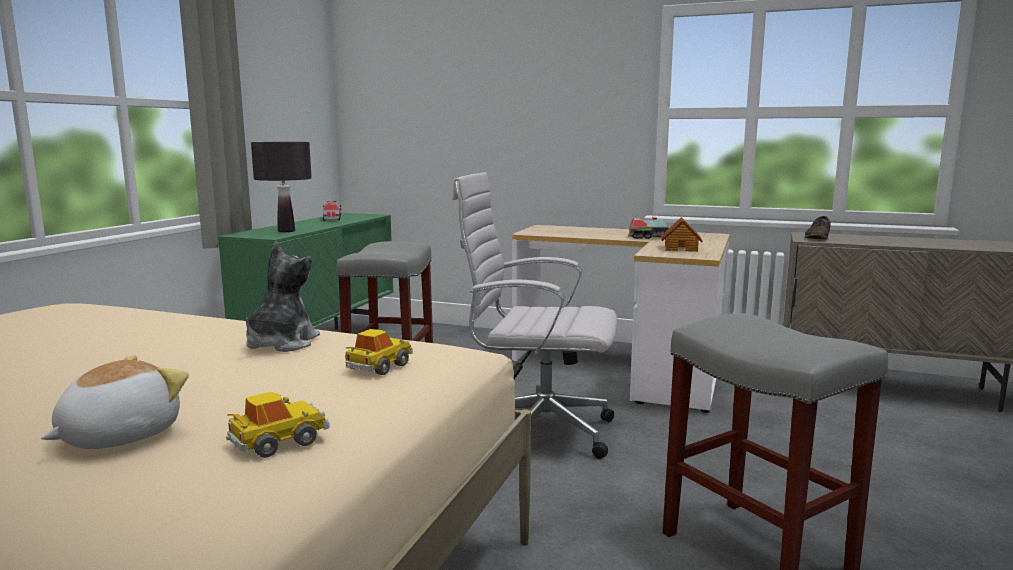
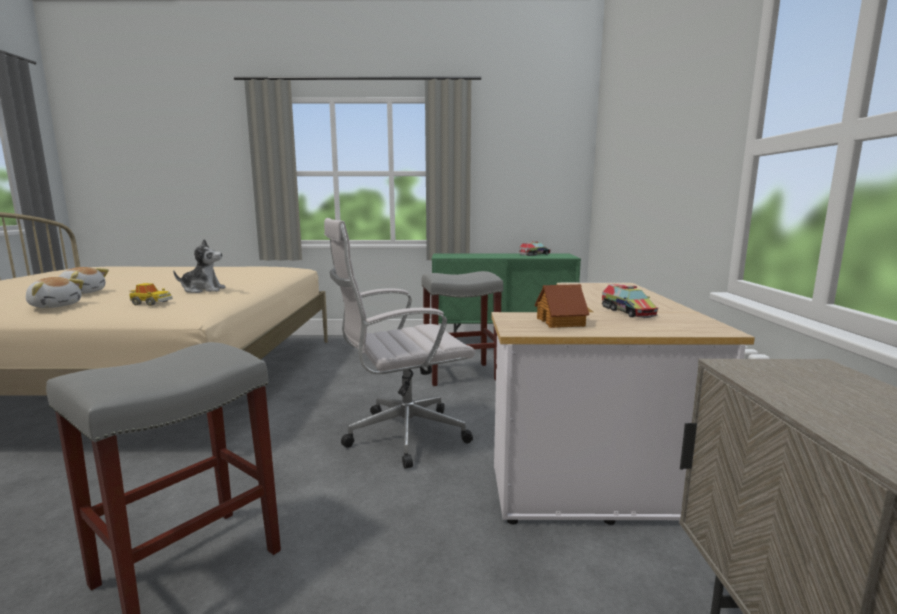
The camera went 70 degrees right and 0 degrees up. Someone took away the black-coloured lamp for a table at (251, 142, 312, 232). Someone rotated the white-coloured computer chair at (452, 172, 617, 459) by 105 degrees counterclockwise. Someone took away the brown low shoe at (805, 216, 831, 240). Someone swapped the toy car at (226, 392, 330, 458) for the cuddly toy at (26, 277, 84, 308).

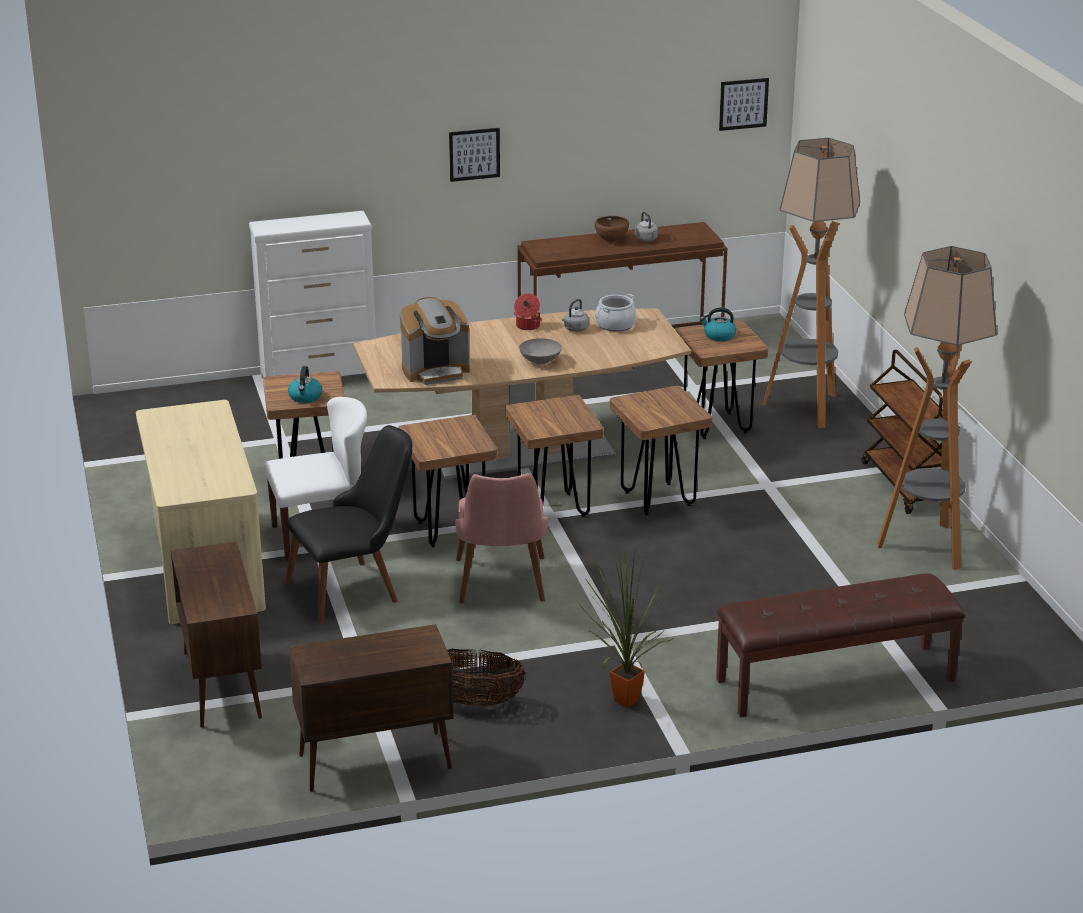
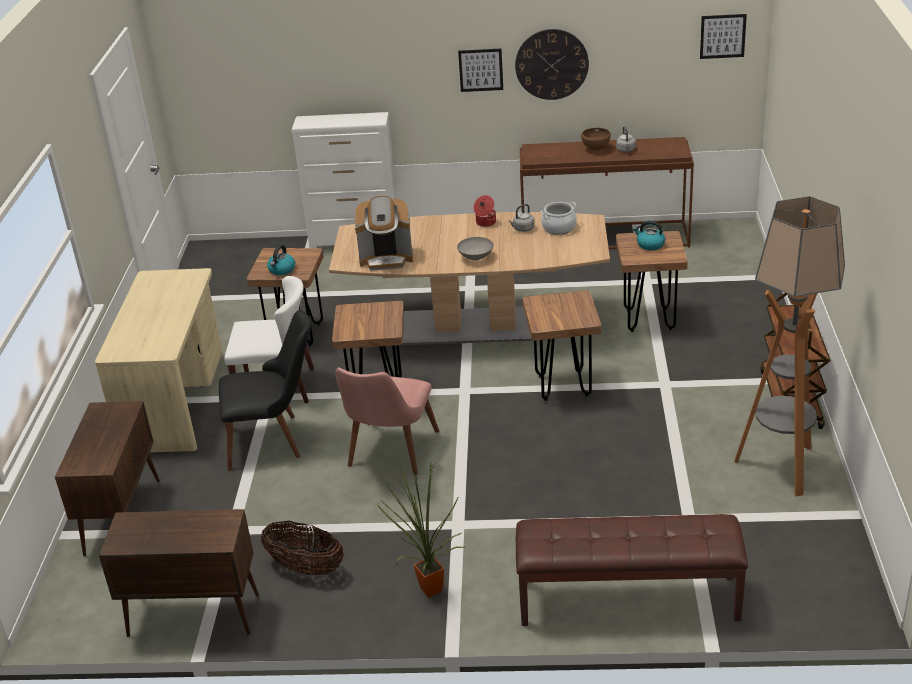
The camera went 20 degrees right and 5 degrees up. Someone took away the standard lamp at (762, 138, 860, 428). Someone took away the brown sitting stool at (505, 395, 603, 517). Someone put up the clock on the wall at (515, 29, 589, 100).

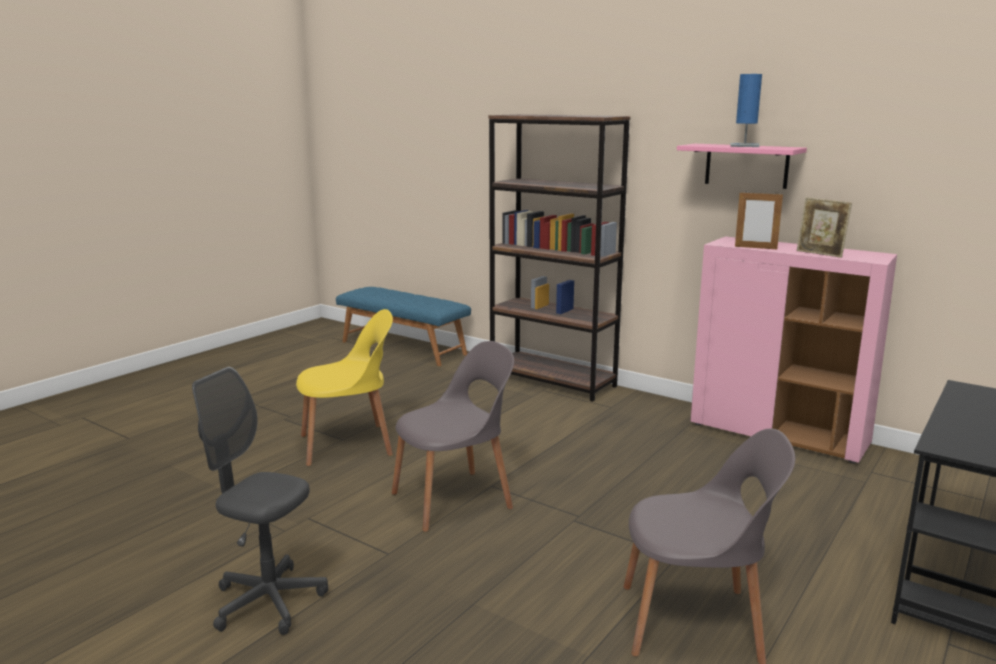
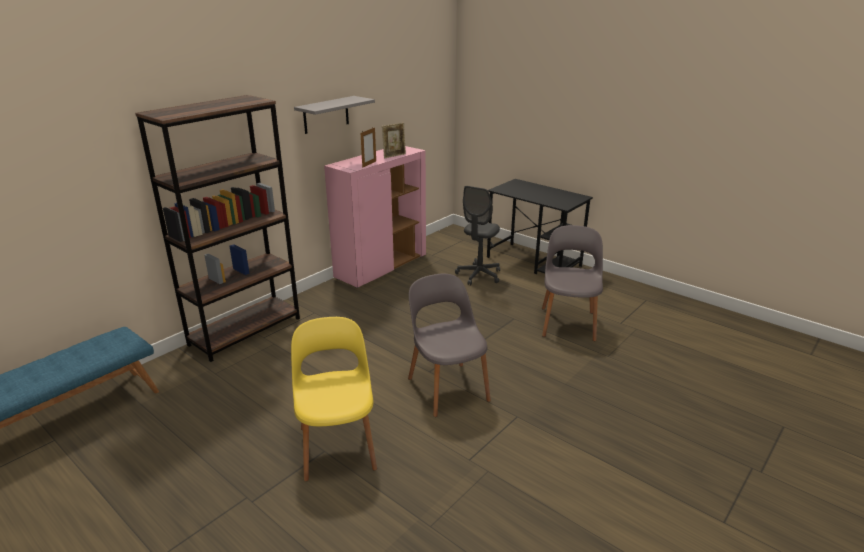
The camera went 85 degrees left and 10 degrees up. Someone took away the bluish lamp for a table at (730, 74, 762, 147). Someone repainted the pink-coloured shelf at (677, 144, 807, 189), which became the grey shelf at (294, 96, 375, 134). Someone carried the grey computer chair from (192, 367, 328, 635) to (455, 186, 500, 285).

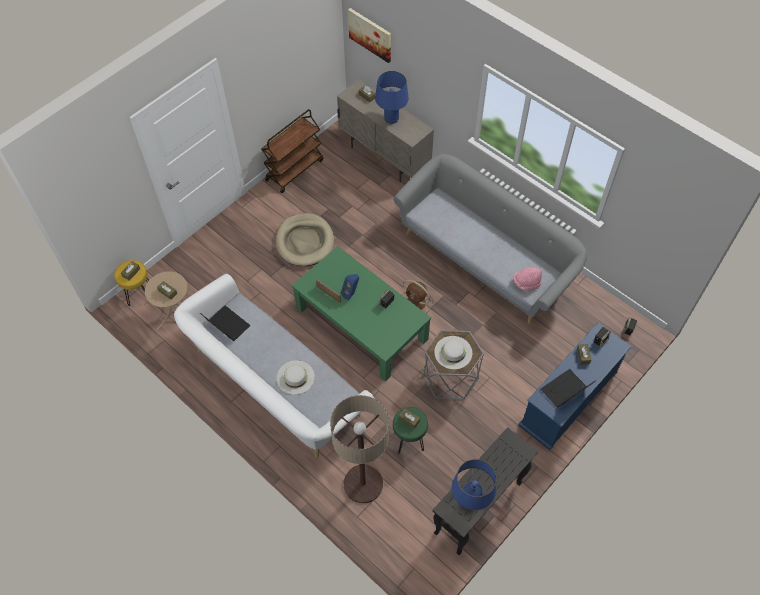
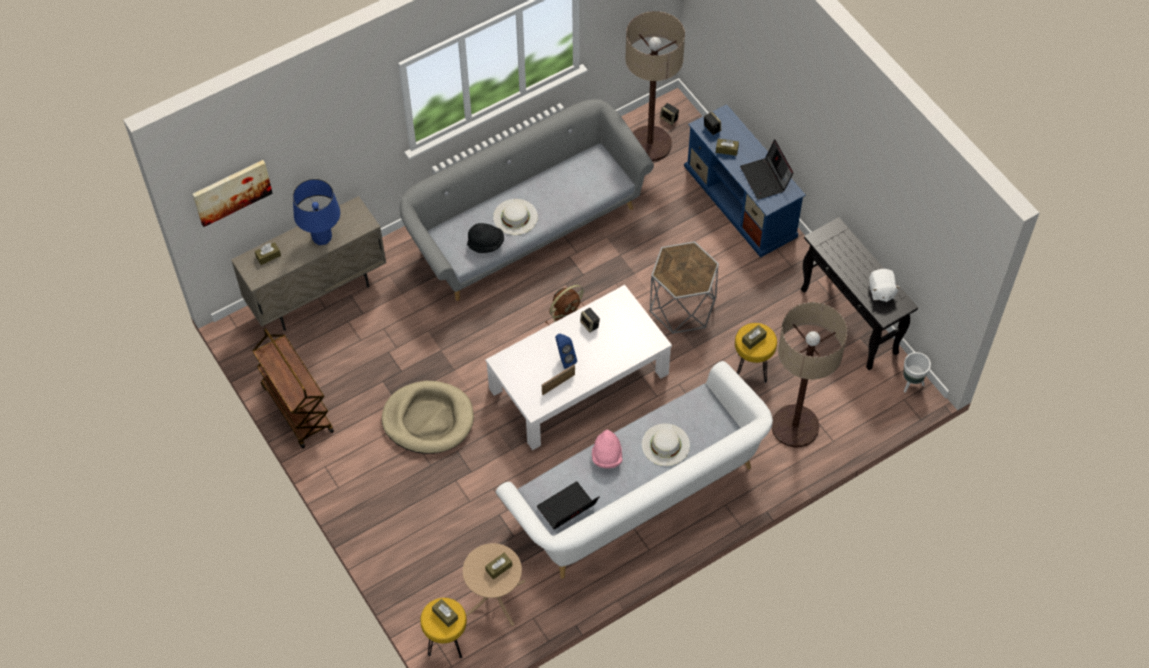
The camera went 75 degrees left and 0 degrees up. Someone repainted the greenish coffee table at (292, 246, 431, 382), which became the white-coloured coffee table at (486, 285, 672, 450). Someone carried the pink-coloured clothing hat from (513, 267, 542, 291) to (592, 430, 623, 469). Someone carried the white-coloured clothing hat from (434, 336, 472, 369) to (493, 199, 538, 235). Someone repainted the greenish sitting stool at (393, 407, 428, 454), which became the yellow sitting stool at (735, 323, 777, 383). Someone swapped the bluish lamp for a table at (452, 459, 496, 510) for the white-coloured cuddly toy at (869, 269, 900, 302). Someone put down the standard lamp at (625, 11, 685, 161). Someone put down the black-coloured clothing hat at (467, 223, 504, 253). Someone put down the white-coloured plant pot at (903, 352, 931, 392).

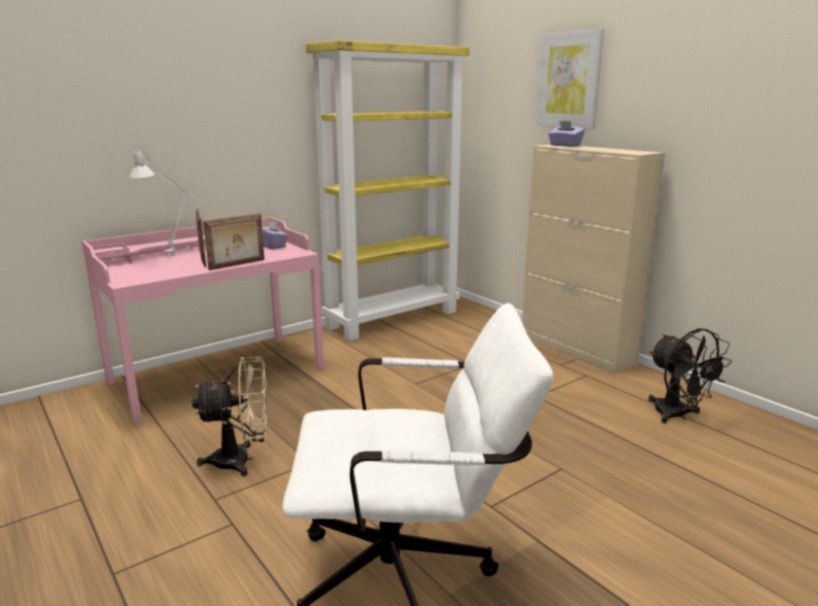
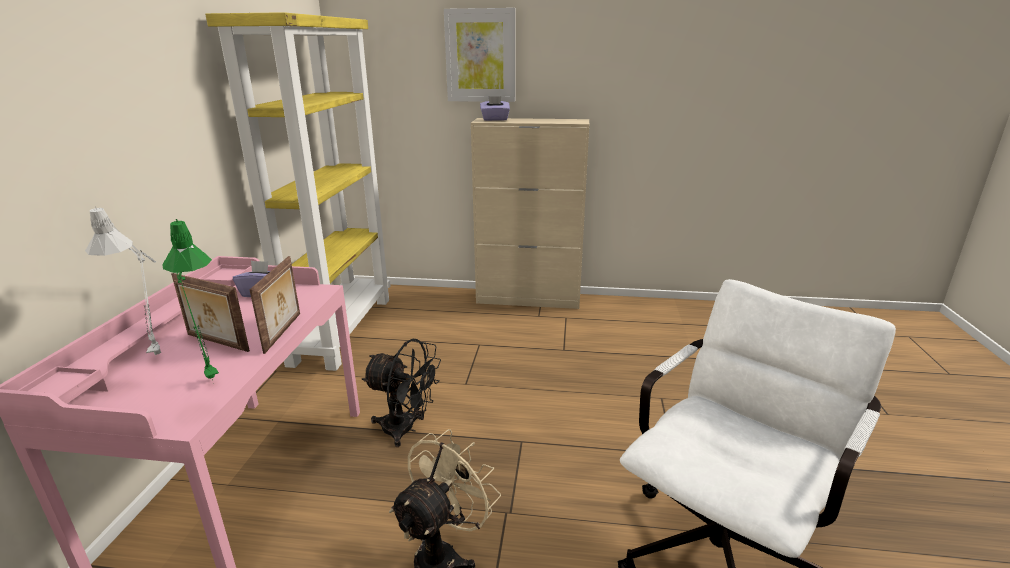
The camera went 45 degrees left and 5 degrees up. Someone carried the black-coloured electric fan from (648, 328, 732, 423) to (362, 339, 441, 447). Someone put down the greenish lamp for a table at (162, 219, 219, 380).

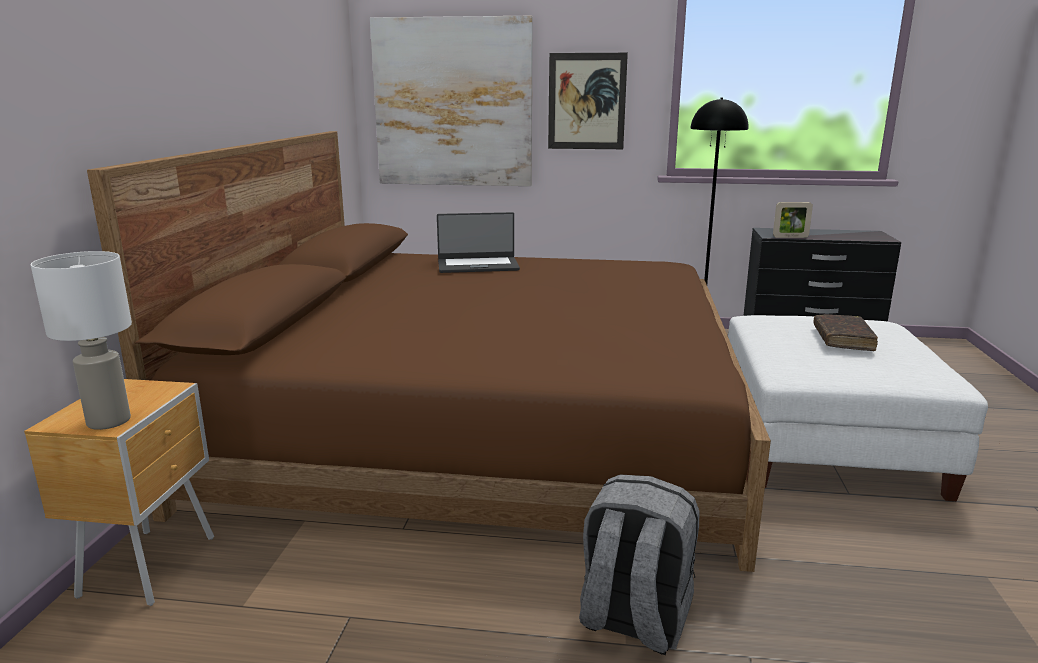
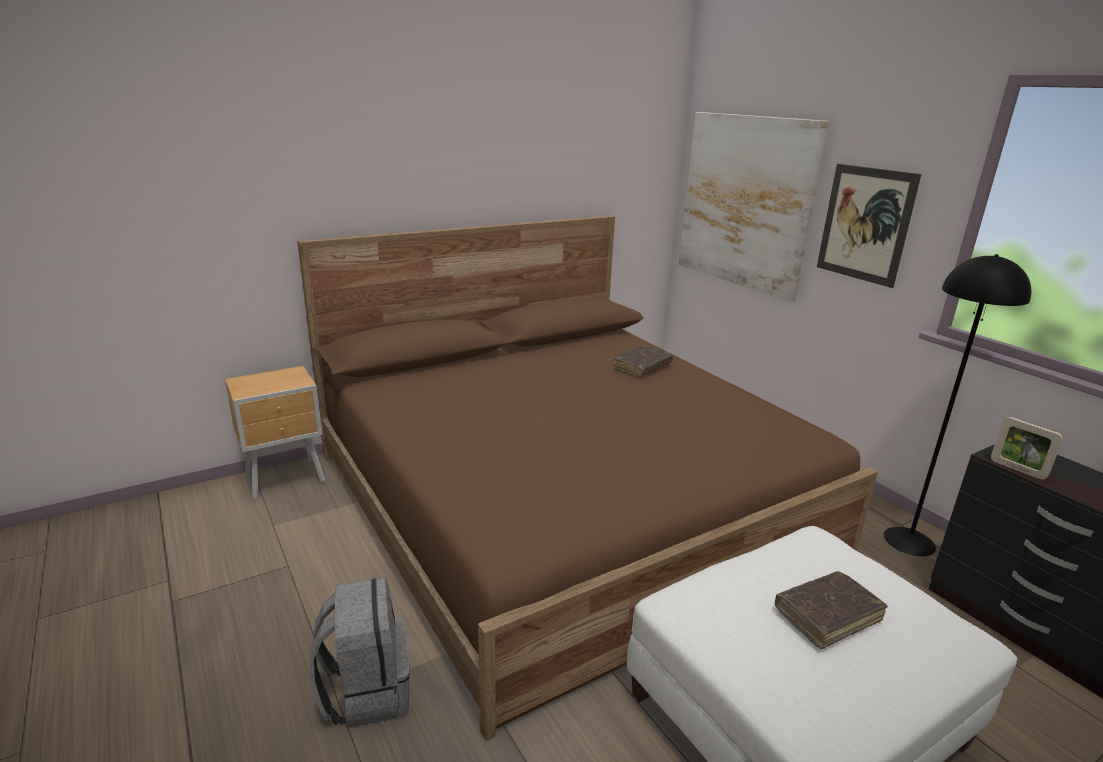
The camera went 50 degrees right and 5 degrees up. Someone swapped the notebook computer at (437, 212, 520, 273) for the brown volume at (614, 345, 673, 377). Someone took away the white-coloured lamp for a table at (31, 251, 132, 430).

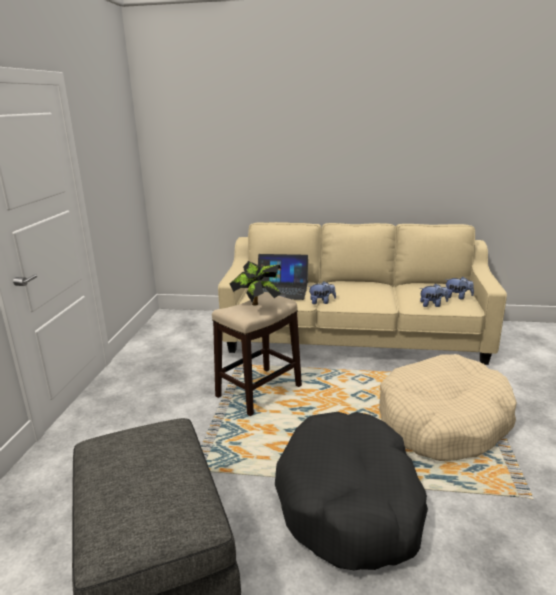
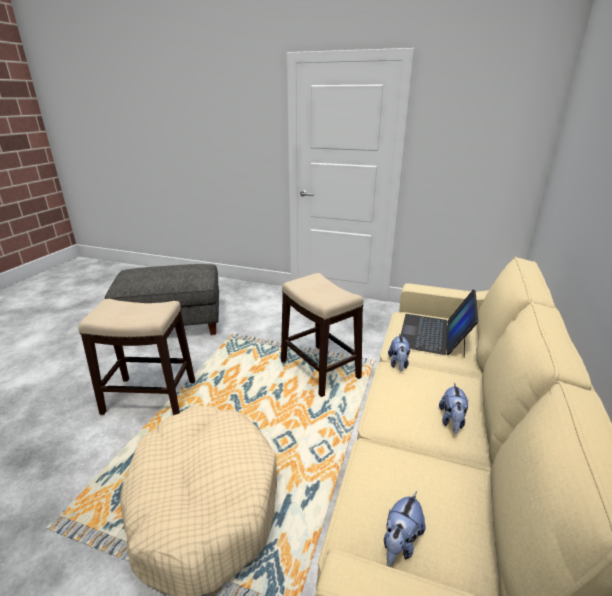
The camera went 100 degrees right and 5 degrees up. Someone took away the plant in a pot at (230, 261, 282, 306). Someone carried the cuddly toy from (420, 284, 448, 307) to (439, 383, 469, 434). Someone swapped the black-coloured dog cushion at (275, 412, 428, 571) for the sitting stool at (78, 299, 195, 415).

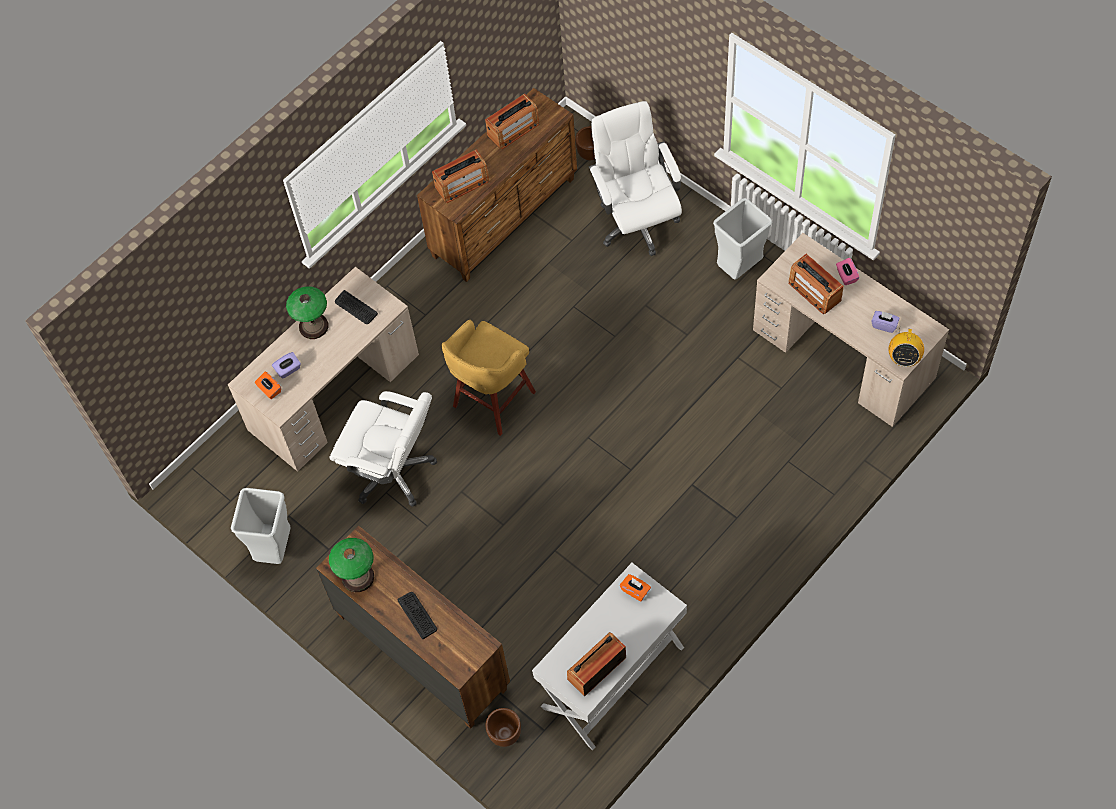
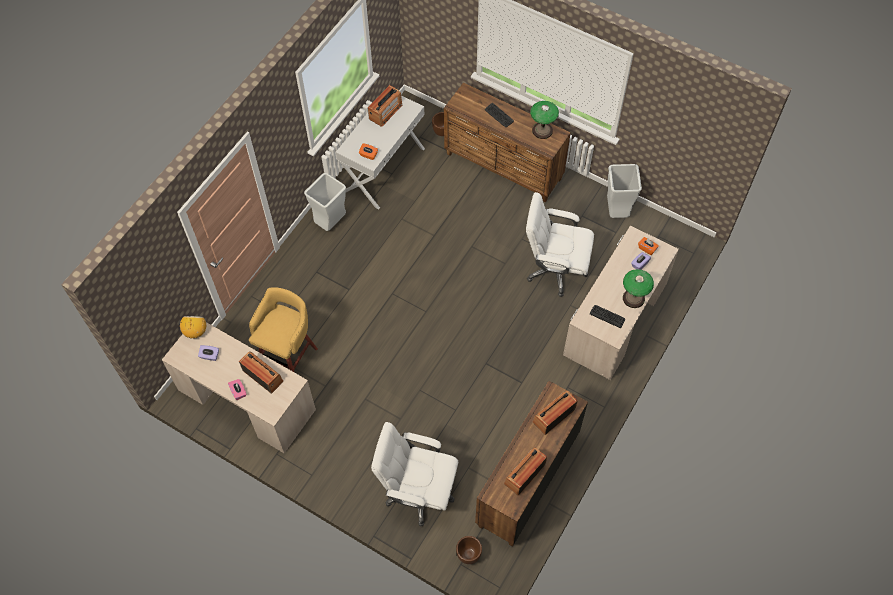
The camera went 165 degrees right and 0 degrees up. Someone rotated the white-coloured computer chair at (588, 101, 682, 256) by 135 degrees clockwise. Someone carried the grey trash can from (713, 198, 772, 279) to (304, 173, 346, 231). Someone carried the yellow sitting stool from (442, 320, 536, 436) to (249, 287, 318, 372).

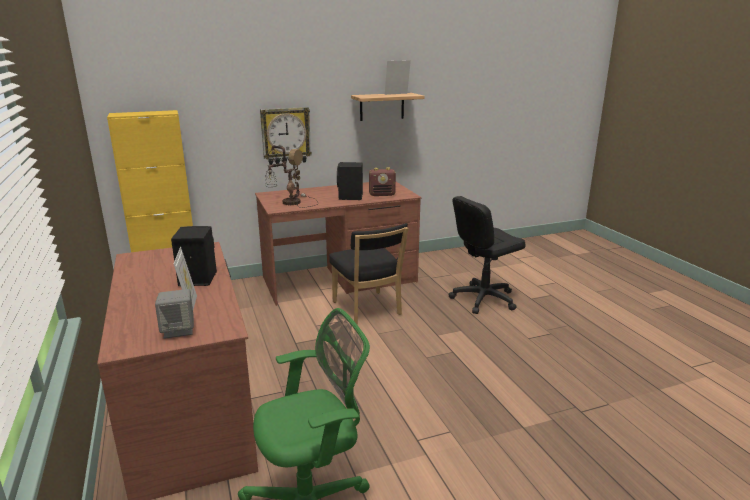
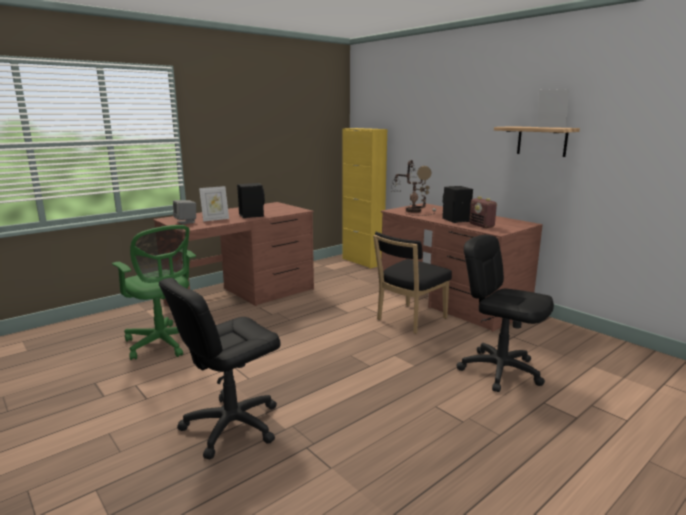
The camera went 70 degrees right and 5 degrees down. Someone took away the clock on the wall at (260, 107, 312, 165). Someone put down the black-coloured computer chair at (159, 278, 281, 459).

